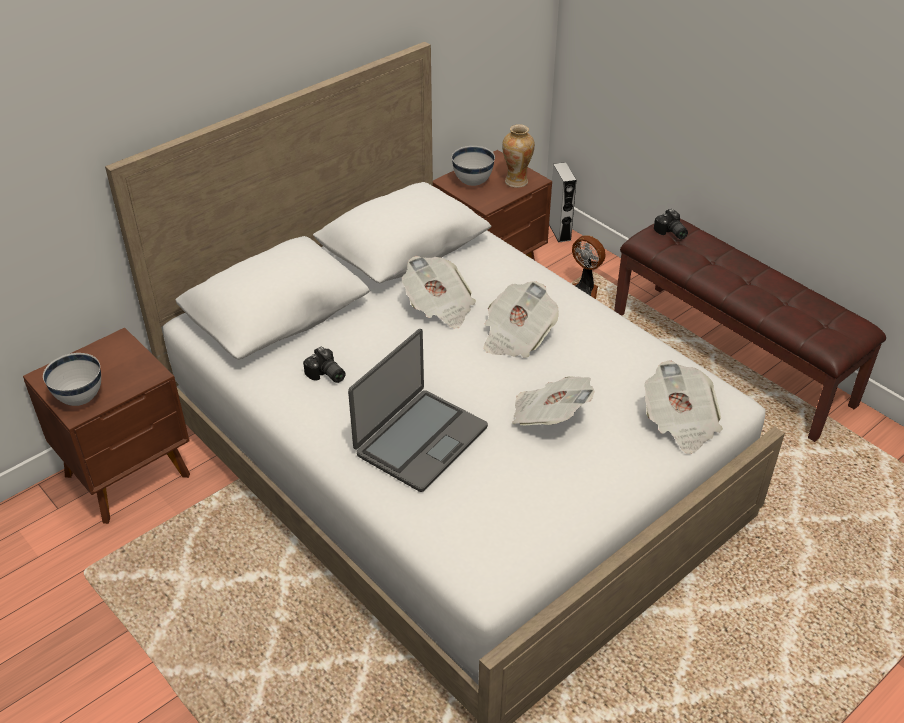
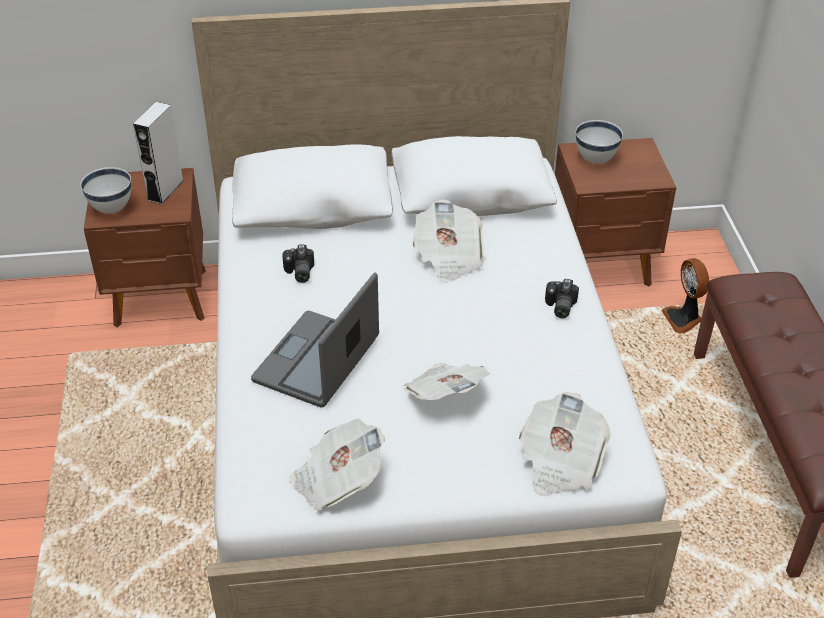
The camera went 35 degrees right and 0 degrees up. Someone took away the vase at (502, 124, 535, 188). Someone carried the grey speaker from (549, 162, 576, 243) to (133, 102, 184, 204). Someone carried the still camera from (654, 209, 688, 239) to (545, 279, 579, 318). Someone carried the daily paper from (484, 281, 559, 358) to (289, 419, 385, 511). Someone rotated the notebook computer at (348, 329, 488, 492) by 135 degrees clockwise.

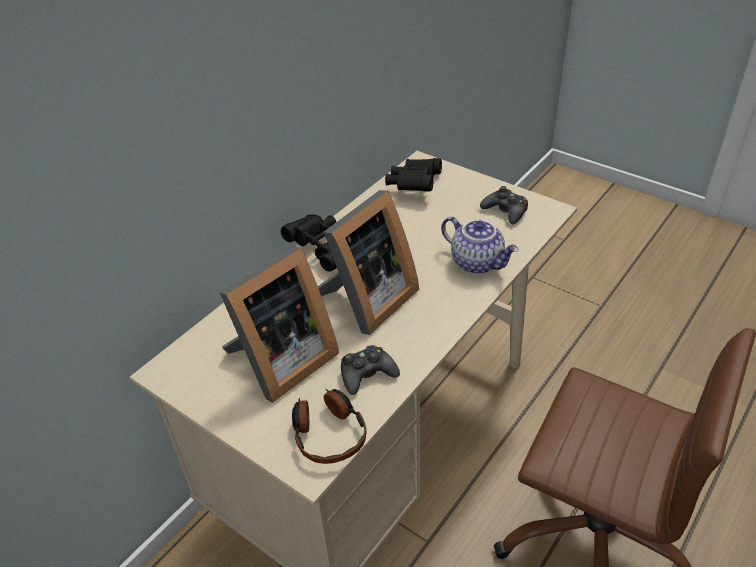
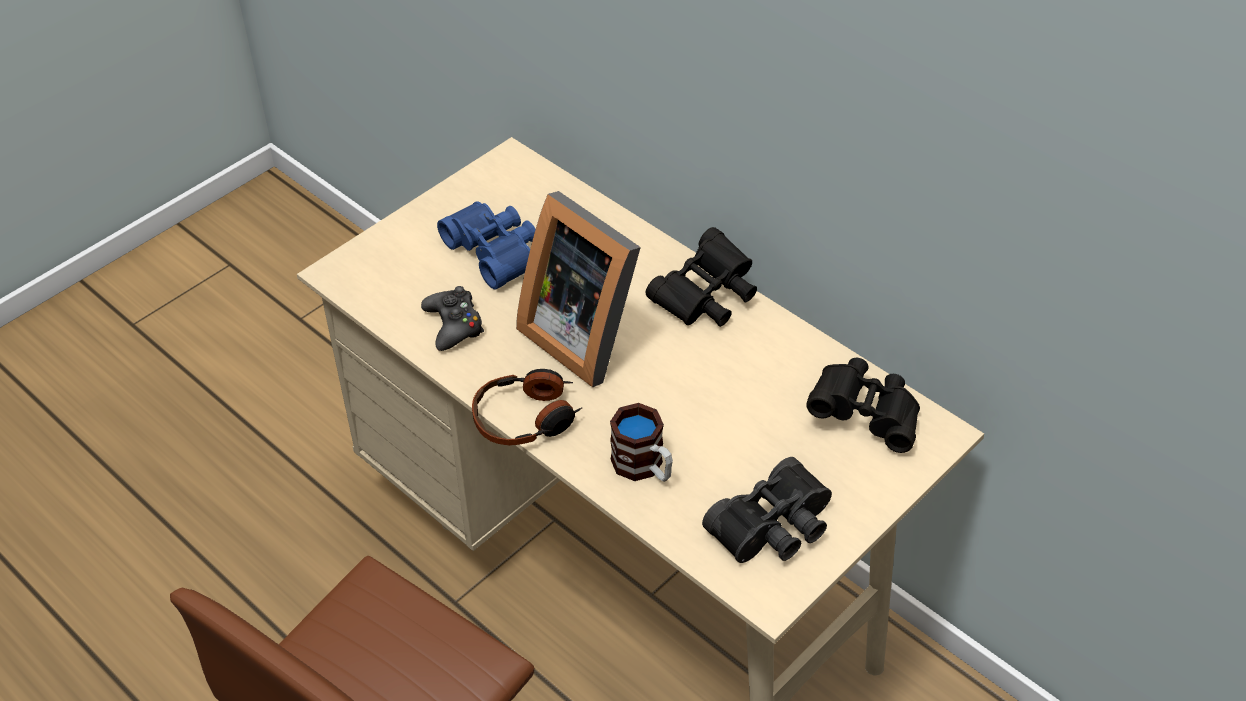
The camera went 95 degrees right and 5 degrees up. Someone swapped the black-coloured joypad at (480, 186, 528, 224) for the black-coloured field glasses at (702, 457, 832, 563). Someone swapped the pot for tea at (441, 217, 518, 274) for the tea mug at (610, 403, 673, 482). Someone swapped the standing frame at (219, 246, 339, 403) for the bluish field glasses at (437, 201, 536, 290). Someone carried the pair of headphones from (292, 389, 367, 464) to (472, 369, 582, 446).

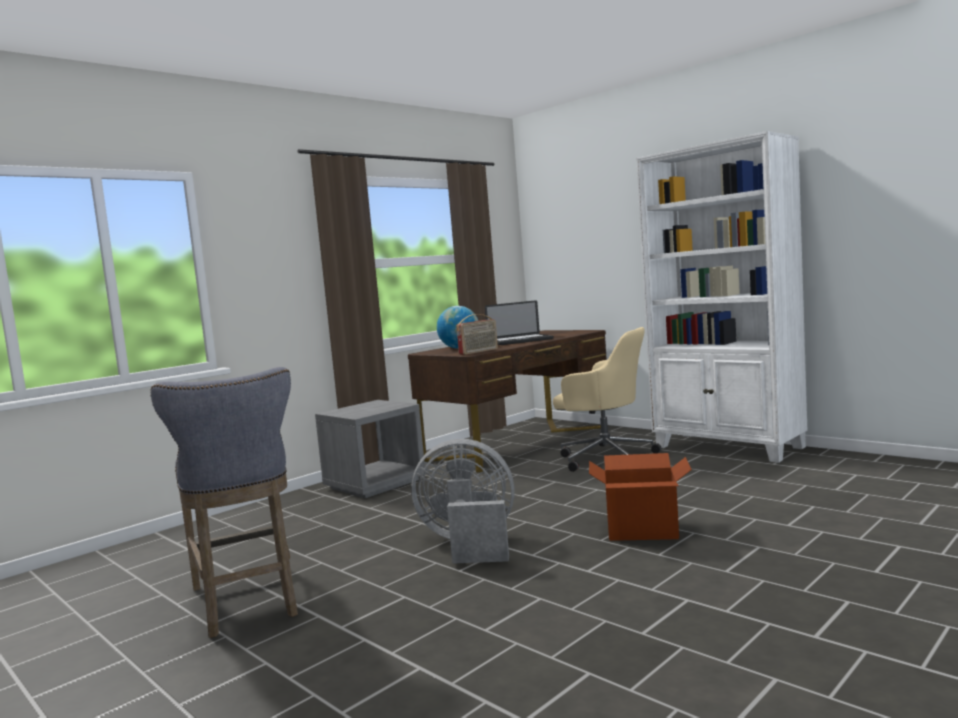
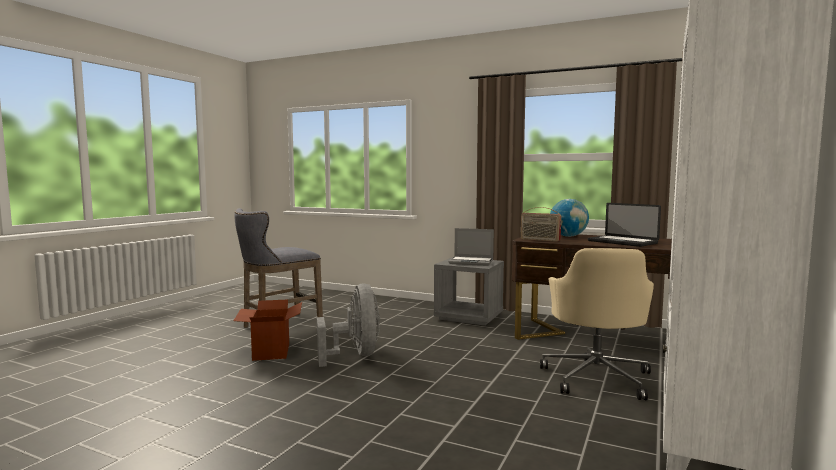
The camera went 70 degrees right and 0 degrees up. Someone carried the carton from (589, 453, 692, 541) to (233, 299, 302, 361). Someone put down the notebook computer at (449, 228, 494, 266).

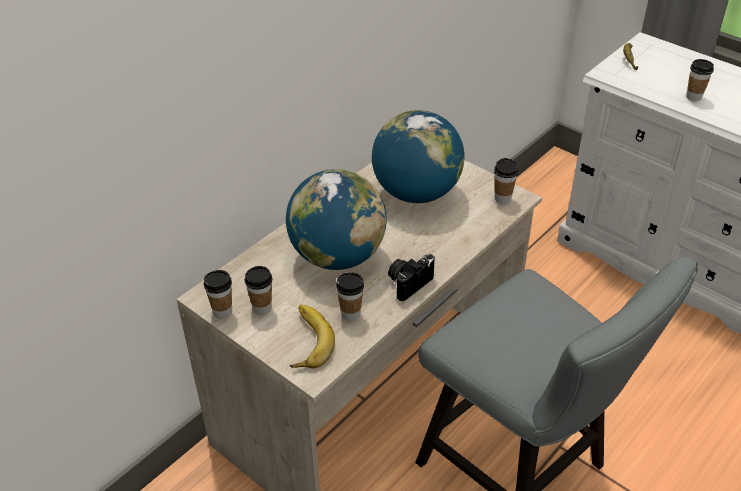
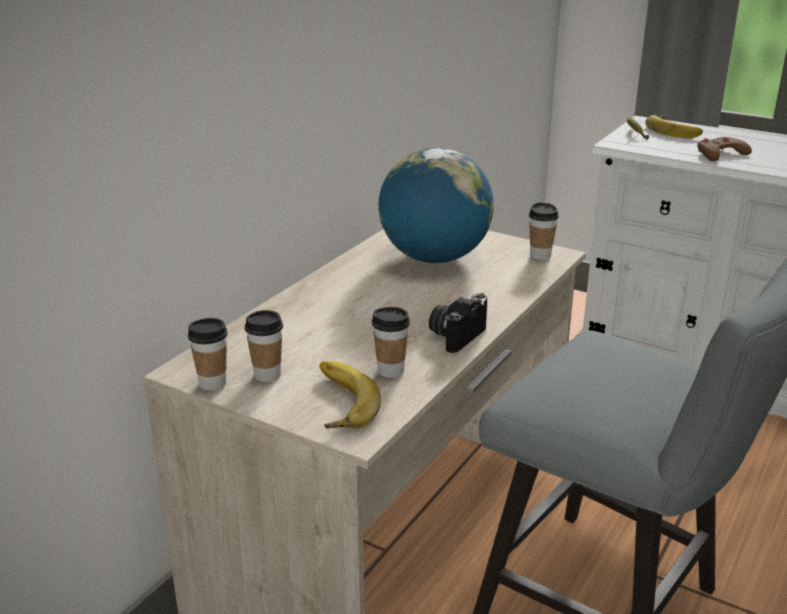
The camera went 10 degrees left and 15 degrees down. Someone swapped the small cup at (686, 59, 714, 101) for the brown joypad at (697, 137, 752, 161). Someone took away the world globe at (286, 169, 387, 270). Someone put down the whole banana at (645, 115, 703, 139).

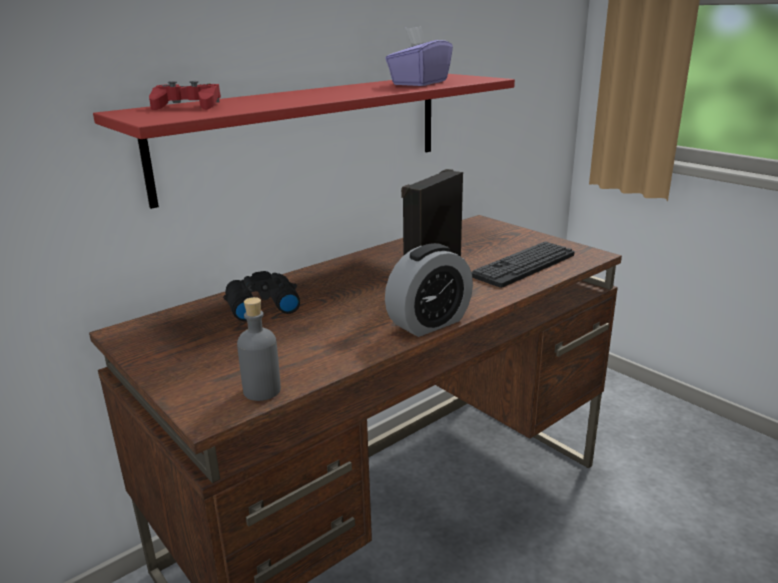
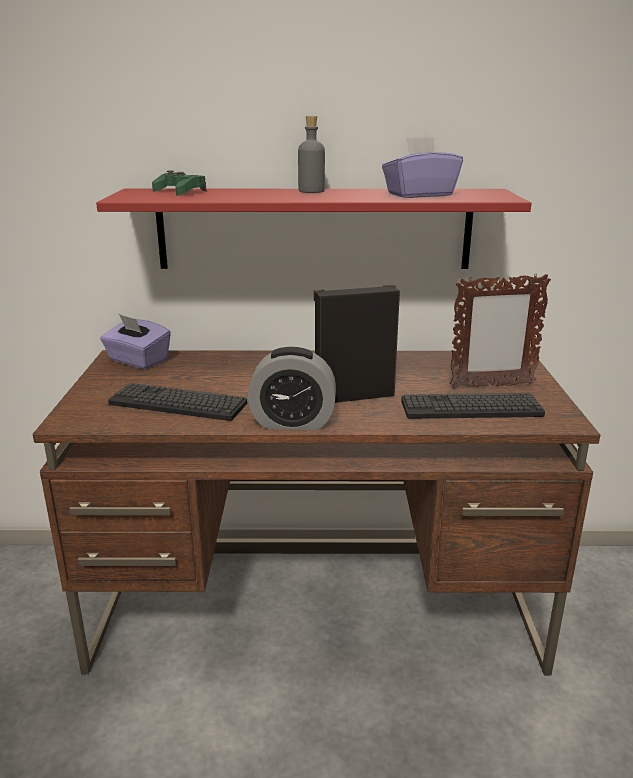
The camera went 40 degrees right and 0 degrees up. Someone repainted the red-coloured joypad at (149, 81, 221, 110), which became the greenish joypad at (152, 170, 206, 196). Someone took away the black-coloured field glasses at (223, 271, 300, 322). Someone carried the grey bottle from (237, 297, 281, 401) to (298, 116, 325, 193). Someone put down the standing frame at (449, 274, 551, 389). Someone put down the purple tissue box at (100, 314, 171, 369). Someone put down the computer keyboard at (108, 383, 247, 421).

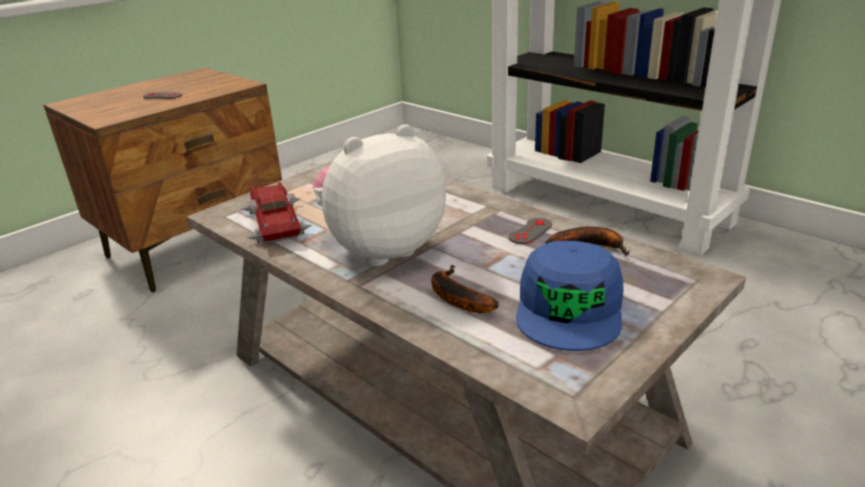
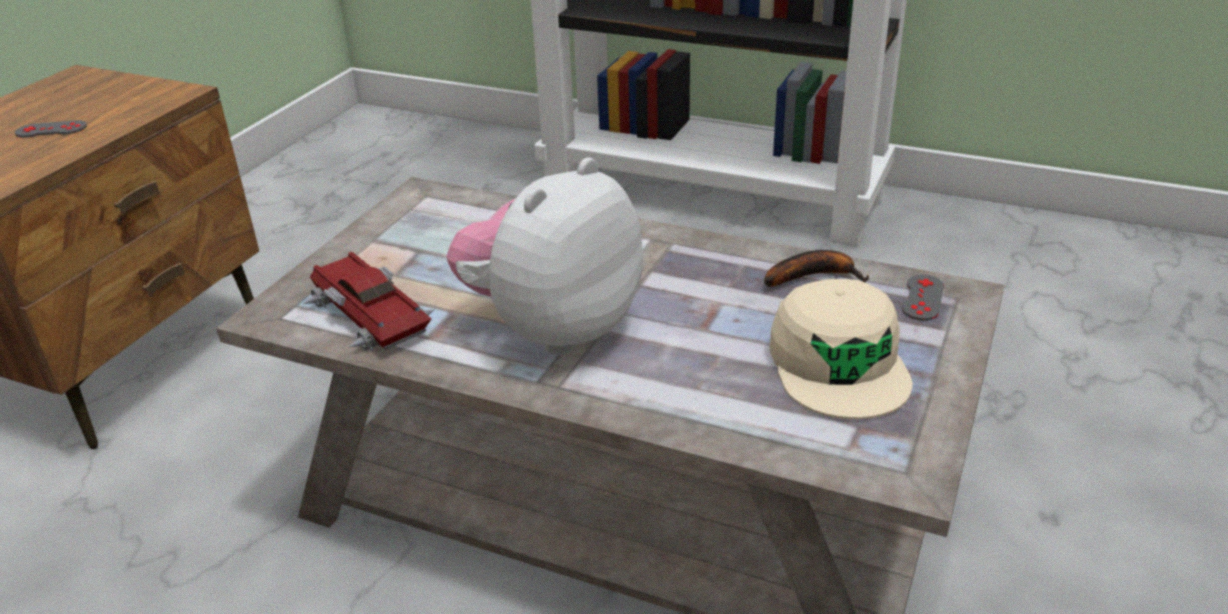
The camera went 20 degrees left and 5 degrees up. Someone carried the grey joypad from (508, 218, 552, 244) to (902, 275, 944, 321). Someone repainted the bluish baseball cap at (516, 241, 623, 351), which became the beige-coloured baseball cap at (770, 279, 912, 419). Someone took away the whole banana at (431, 265, 498, 313).

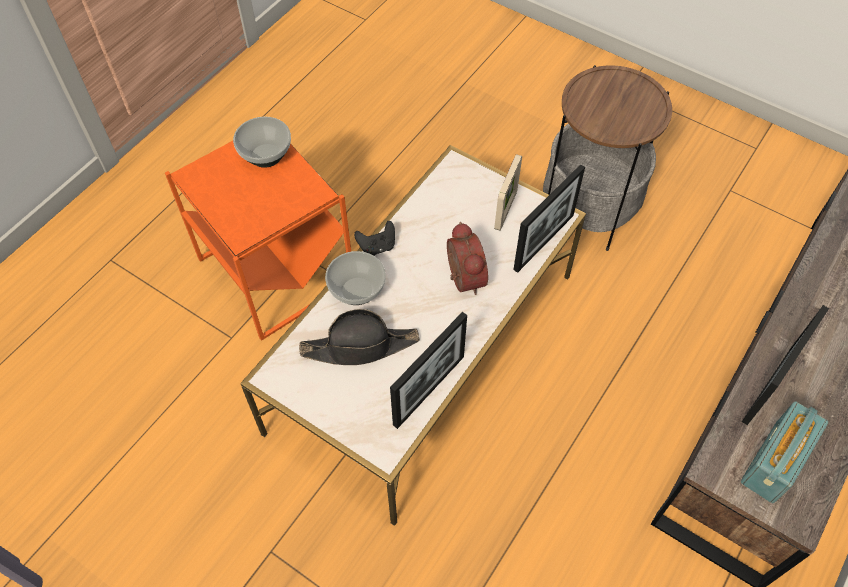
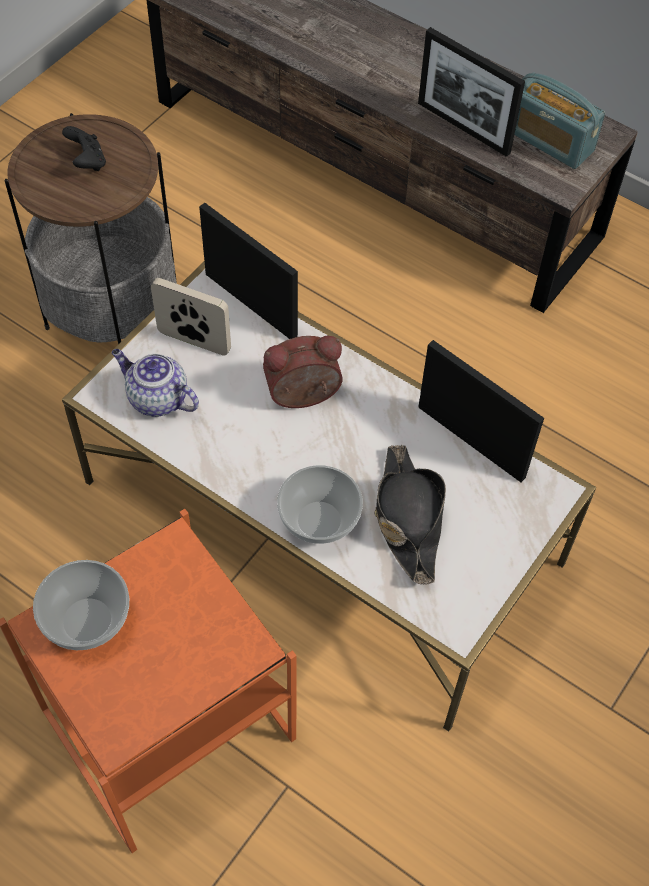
The camera went 90 degrees left and 0 degrees up. Someone carried the black-coloured joypad from (354, 221, 395, 256) to (62, 126, 106, 171). Someone put down the pot for tea at (112, 349, 199, 417).

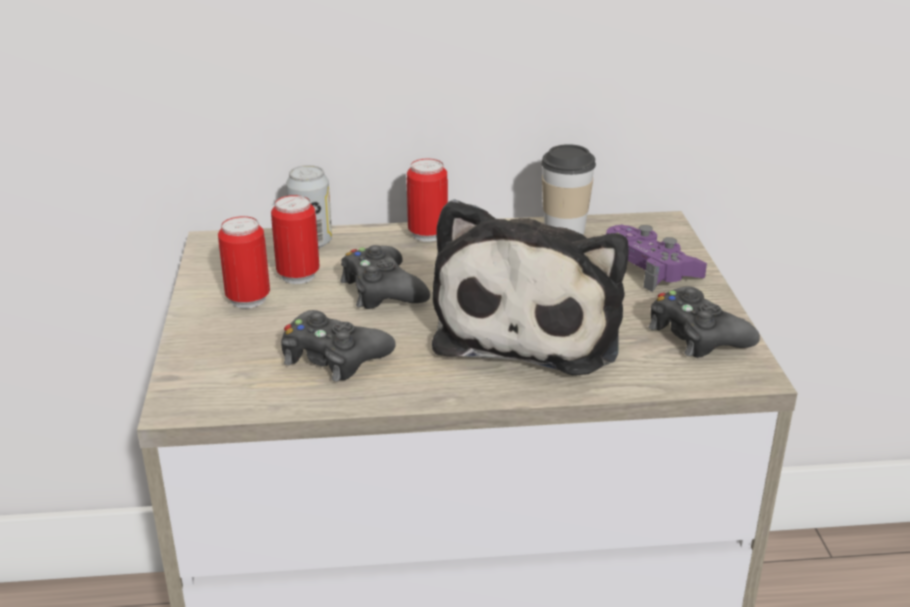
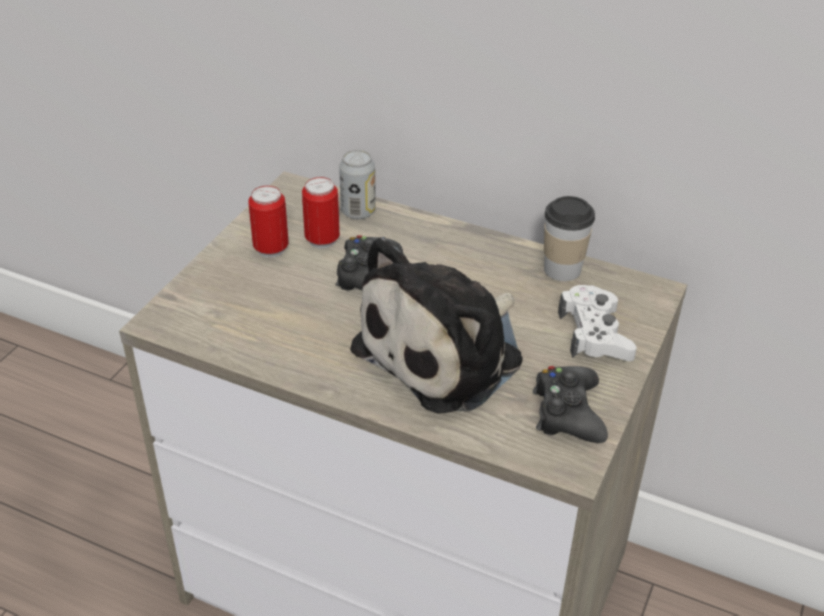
The camera went 30 degrees right and 10 degrees up. Someone took away the sealed can at (407, 159, 448, 242). Someone repainted the purple joypad at (605, 225, 707, 292), which became the white-coloured joypad at (558, 285, 637, 361). Someone took away the black-coloured joypad at (281, 310, 396, 382).

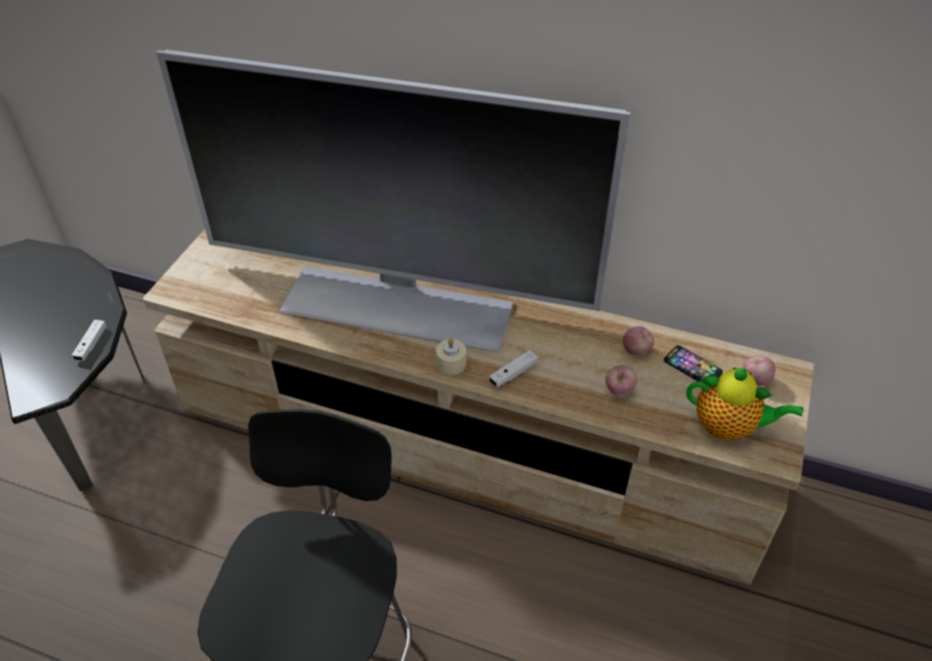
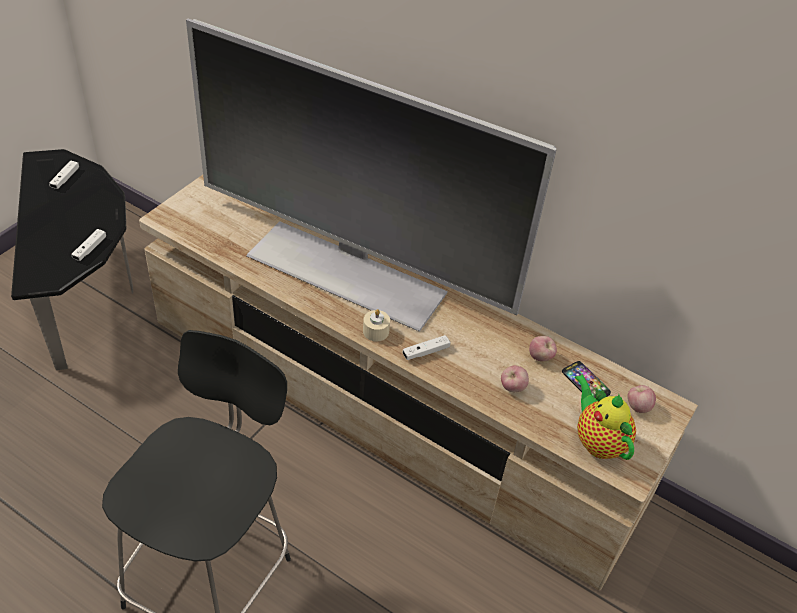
The camera went 10 degrees right and 0 degrees up. Someone rotated the pot for tea at (686, 368, 803, 441) by 150 degrees counterclockwise. Someone put down the white-coloured joypad at (49, 160, 79, 189).

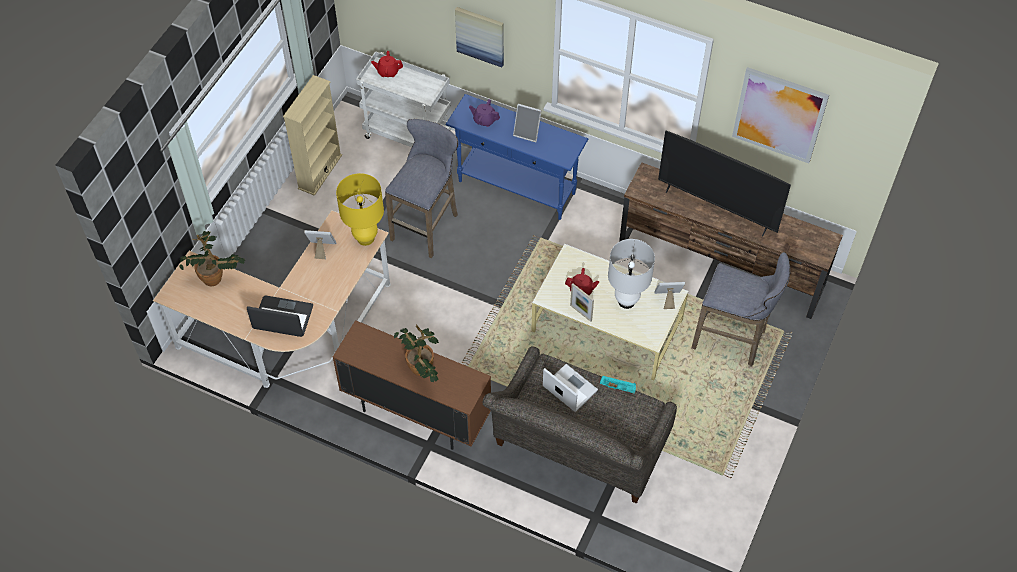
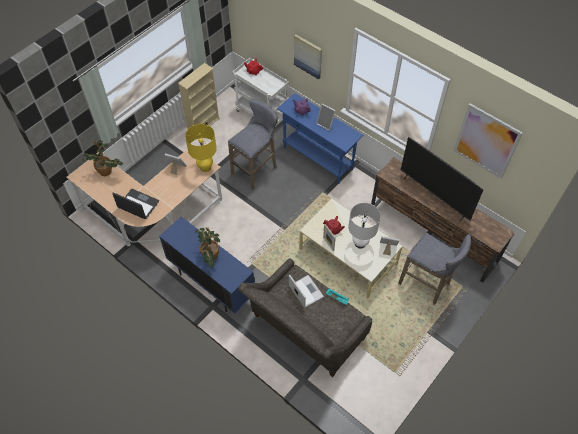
The camera went 15 degrees right and 0 degrees up. Someone repainted the brown cabinet at (333, 320, 491, 450), which became the bluish cabinet at (159, 217, 255, 313).

